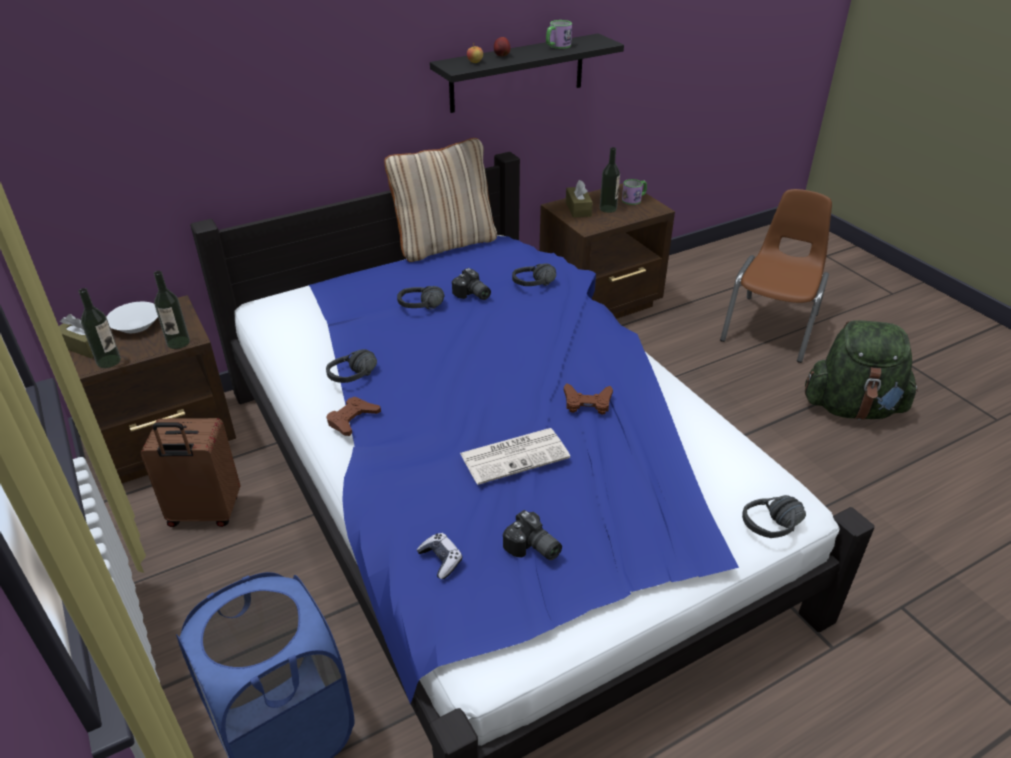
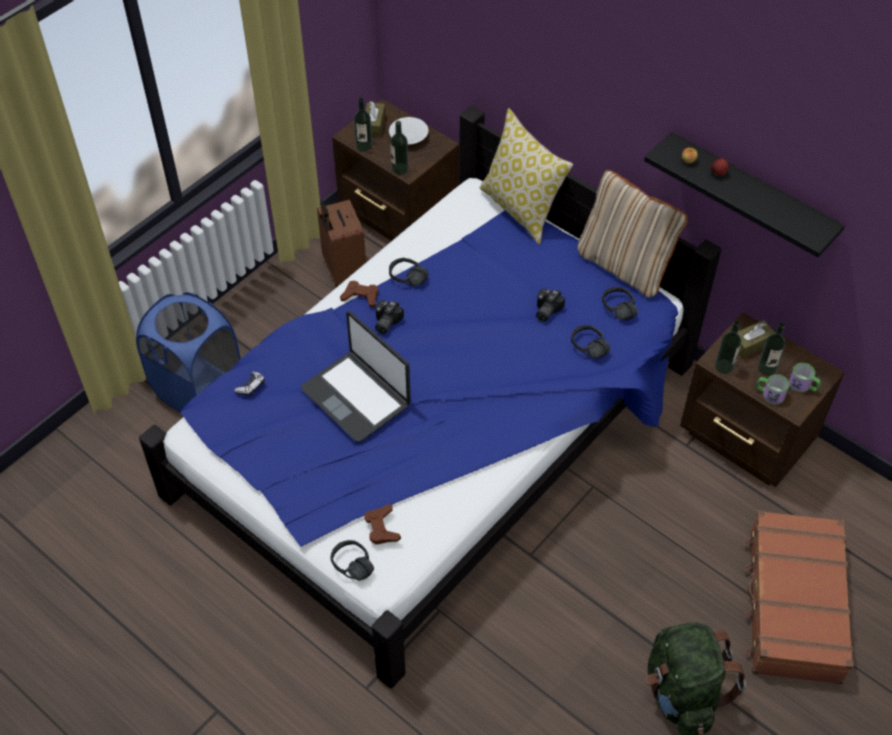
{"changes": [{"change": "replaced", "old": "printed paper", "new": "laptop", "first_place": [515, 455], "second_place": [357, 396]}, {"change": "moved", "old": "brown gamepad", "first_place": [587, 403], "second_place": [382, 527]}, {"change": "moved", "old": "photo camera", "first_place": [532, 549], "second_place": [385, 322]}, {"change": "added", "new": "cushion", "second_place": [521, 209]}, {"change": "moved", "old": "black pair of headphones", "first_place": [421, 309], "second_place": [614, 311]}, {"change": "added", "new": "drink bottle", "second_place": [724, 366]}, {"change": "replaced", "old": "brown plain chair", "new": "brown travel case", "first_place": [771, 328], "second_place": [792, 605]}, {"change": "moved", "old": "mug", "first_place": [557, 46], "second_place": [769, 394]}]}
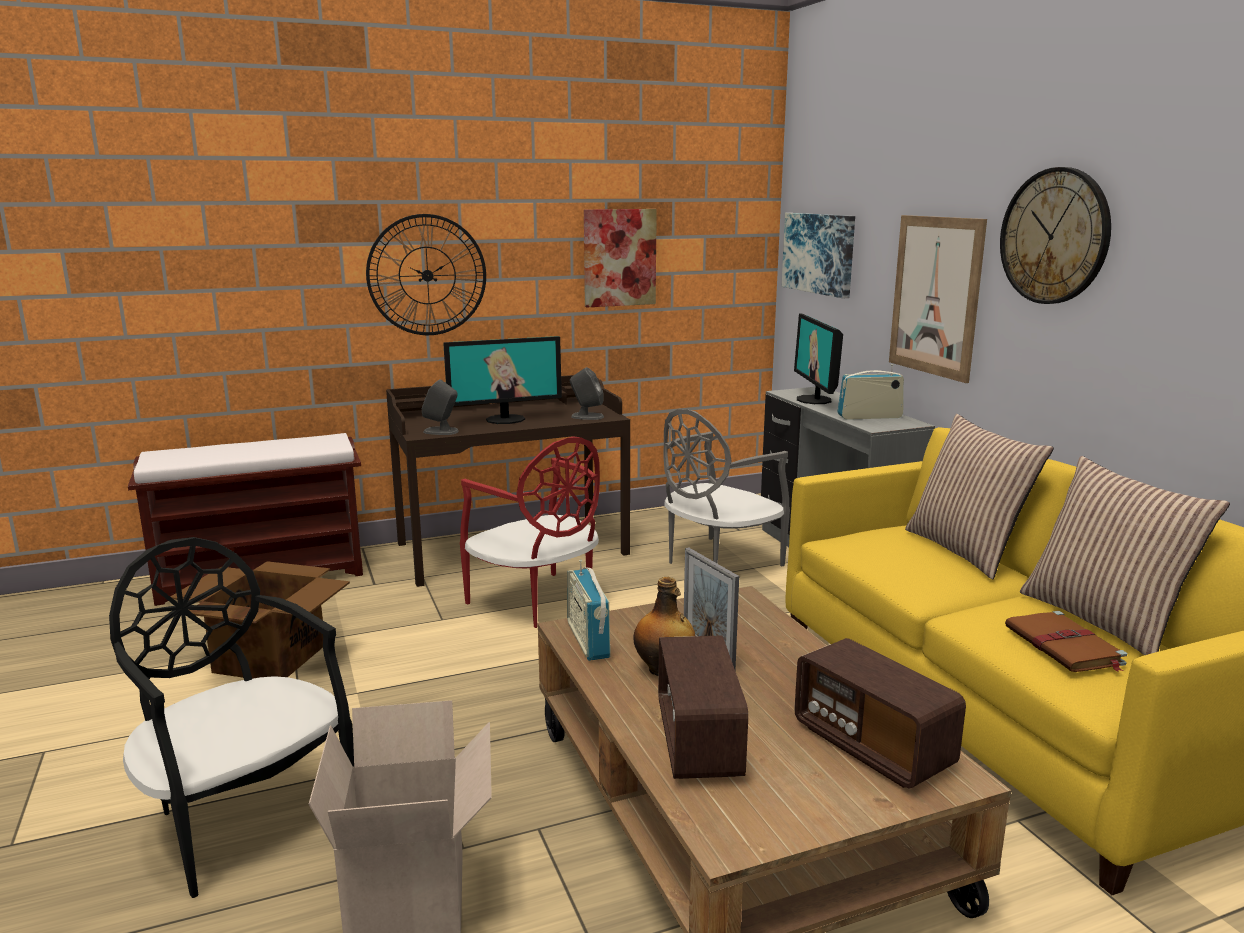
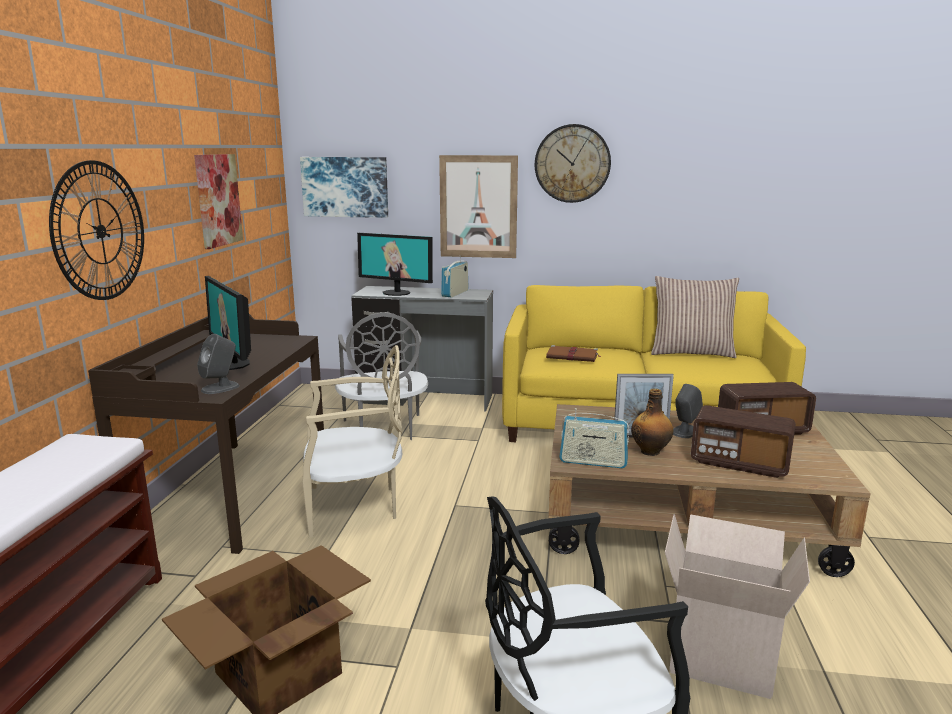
{"changes": [{"change": "turned", "old": "computer display", "first_place": [505, 419], "second_place": [232, 364], "degrees": 135}, {"change": "recoloured", "old": "red-coloured plain chair", "new": "beige plain chair", "first_place": [537, 603], "second_place": [354, 507]}, {"change": "moved", "old": "brown volume", "first_place": [1065, 646], "second_place": [573, 356]}, {"change": "moved", "old": "gray audio speaker", "first_place": [587, 416], "second_place": [685, 432]}, {"change": "removed", "old": "cushion", "first_place": [966, 550]}]}
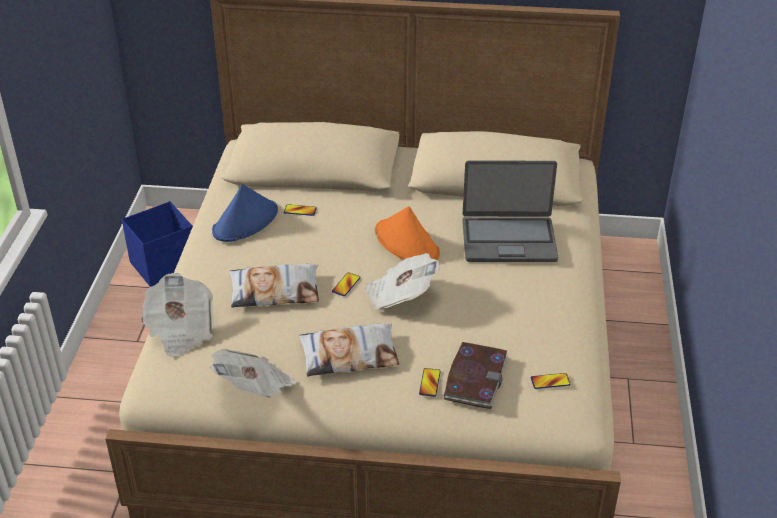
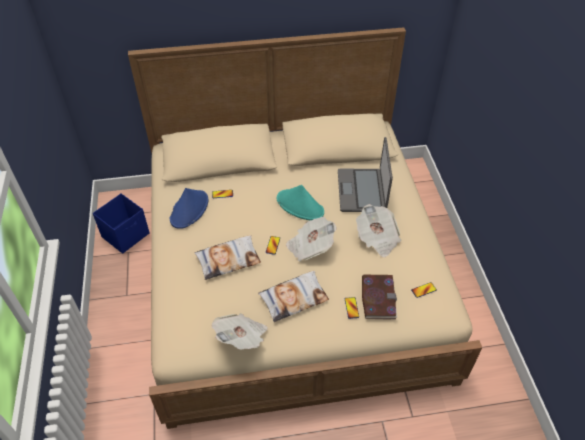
{"changes": [{"change": "recoloured", "old": "orange wearable hat", "new": "turquoise-coloured wearable hat", "first_place": [407, 243], "second_place": [300, 206]}, {"change": "turned", "old": "laptop", "first_place": [508, 240], "second_place": [362, 191], "degrees": 105}, {"change": "moved", "old": "printed paper", "first_place": [180, 330], "second_place": [377, 238]}]}
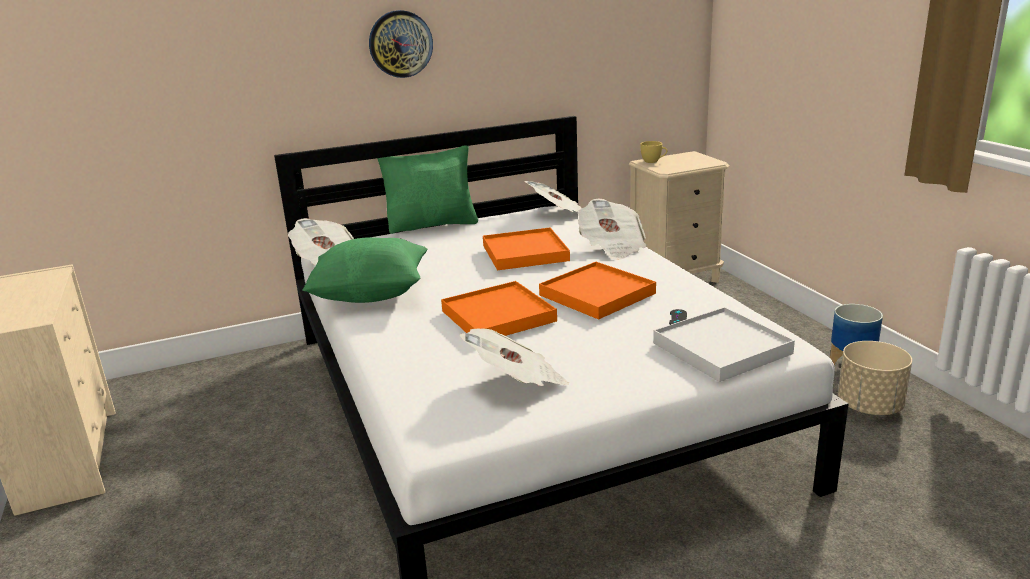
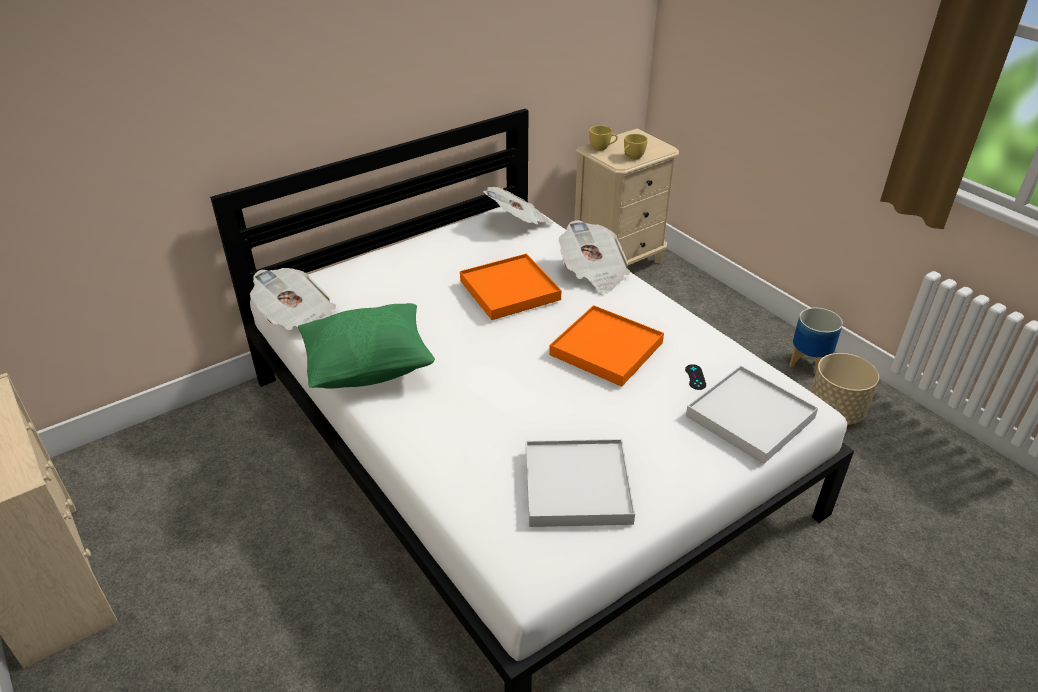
{"changes": [{"change": "replaced", "old": "printed paper", "new": "whitish carrying tray", "first_place": [517, 382], "second_place": [577, 486]}, {"change": "added", "new": "yellow small cup", "second_place": [632, 157]}, {"change": "removed", "old": "wall clock", "first_place": [400, 44]}, {"change": "removed", "old": "greenish cushion", "first_place": [433, 225]}, {"change": "removed", "old": "orange carrying tray", "first_place": [498, 316]}]}
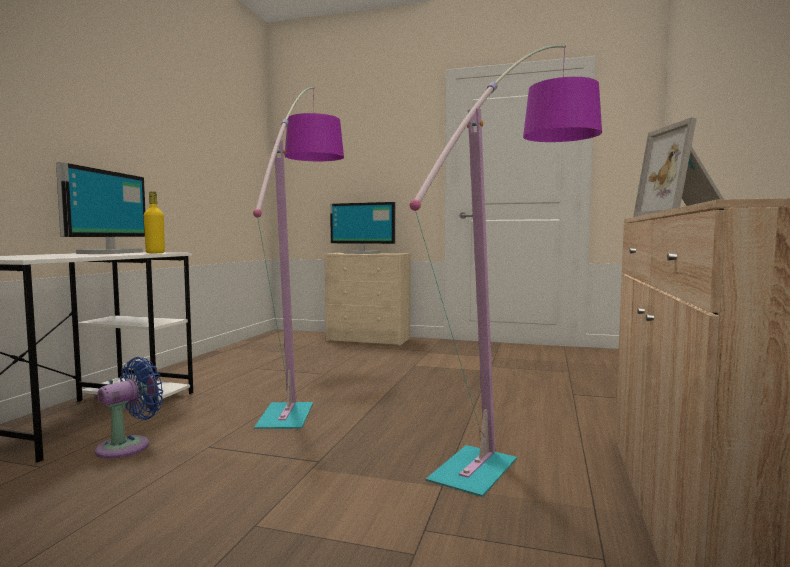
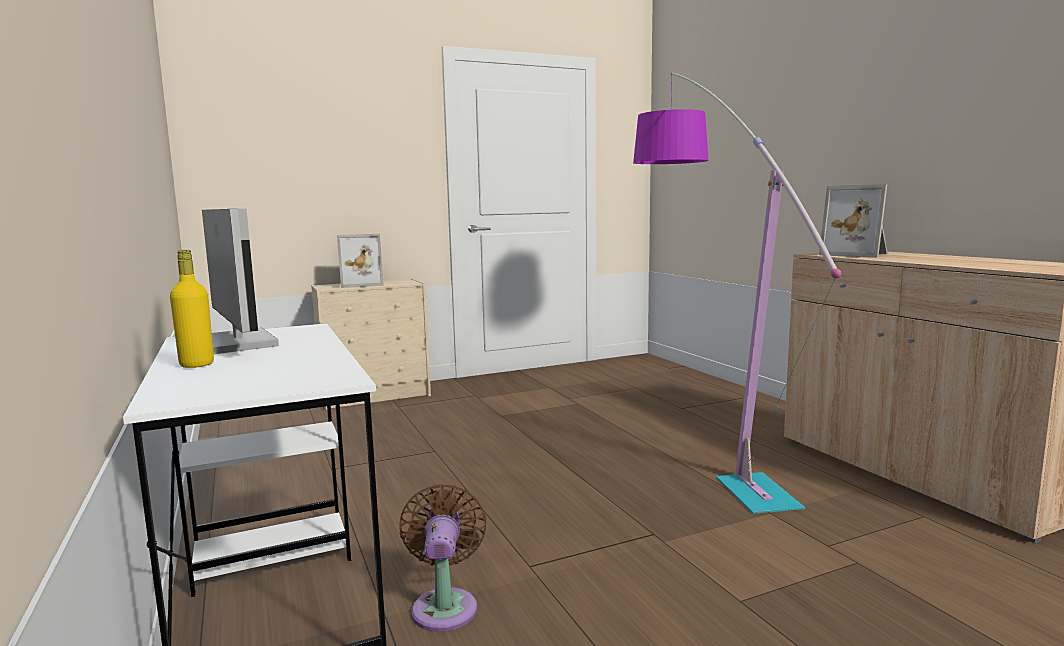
{"changes": [{"change": "moved", "old": "yellow drink bottle", "first_place": [155, 253], "second_place": [197, 364]}, {"change": "replaced", "old": "computer display", "new": "photo frame", "first_place": [362, 253], "second_place": [361, 284]}, {"change": "recoloured", "old": "blue electric fan", "new": "brown electric fan", "first_place": [129, 446], "second_place": [445, 605]}, {"change": "removed", "old": "standing lamp", "first_place": [306, 379]}]}
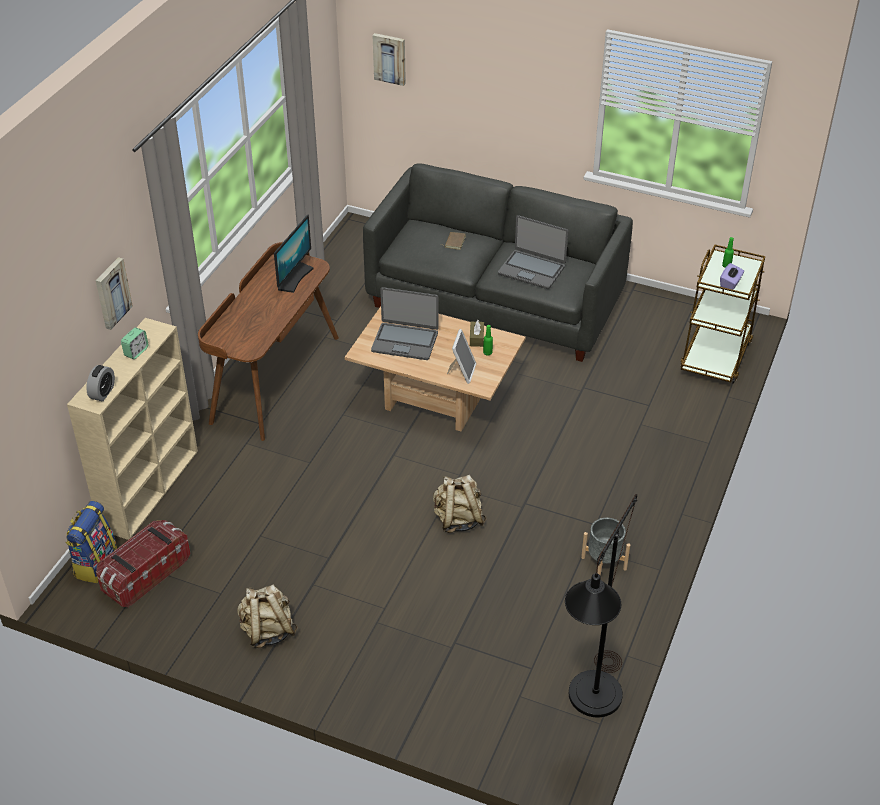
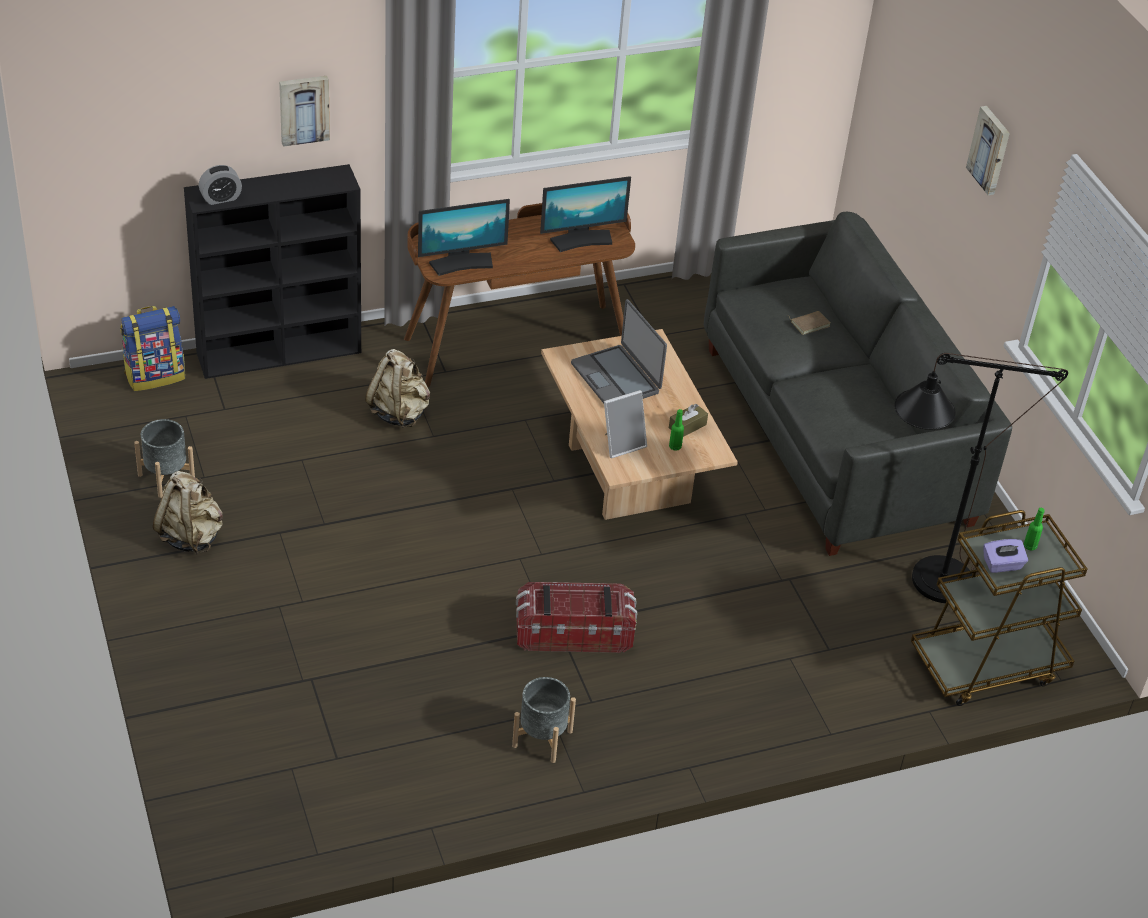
{"changes": [{"change": "added", "new": "gray planter", "second_place": [166, 478]}, {"change": "recoloured", "old": "beige shelving unit", "new": "black shelving unit", "first_place": [150, 488], "second_place": [280, 352]}, {"change": "moved", "old": "beige rucksack", "first_place": [458, 519], "second_place": [399, 412]}, {"change": "added", "new": "computer display", "second_place": [462, 263]}, {"change": "moved", "old": "storage container", "first_place": [145, 575], "second_place": [573, 633]}, {"change": "moved", "old": "black standing lamp", "first_place": [590, 707], "second_place": [925, 584]}, {"change": "moved", "old": "wall art", "first_place": [390, 58], "second_place": [990, 150]}, {"change": "removed", "old": "bedside clock", "first_place": [136, 352]}, {"change": "removed", "old": "laptop", "first_place": [532, 270]}]}
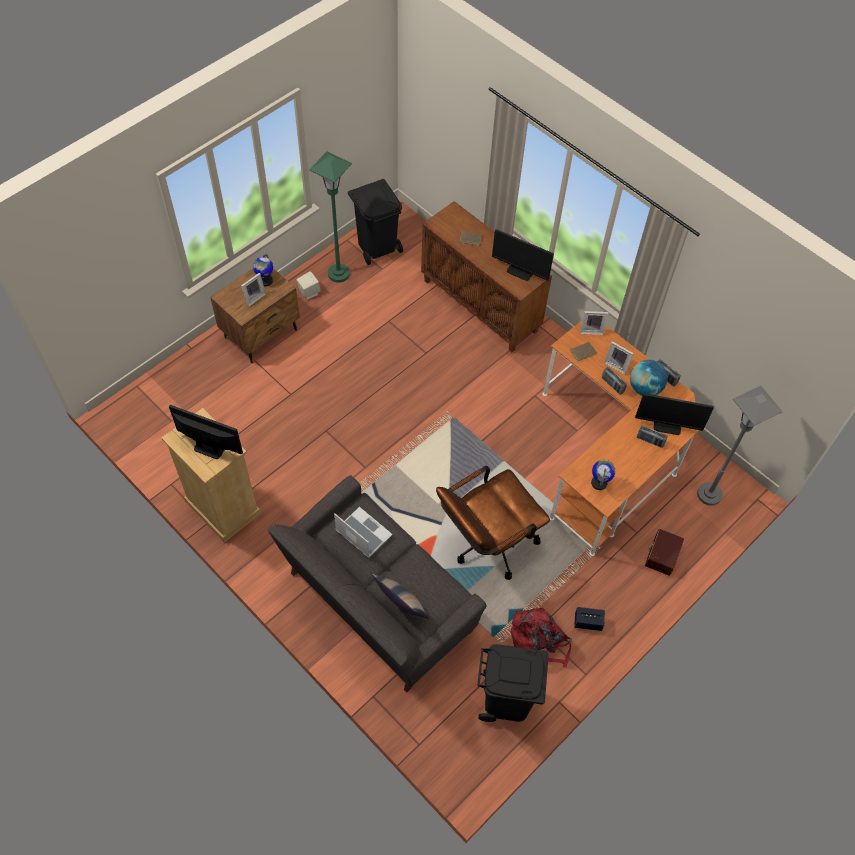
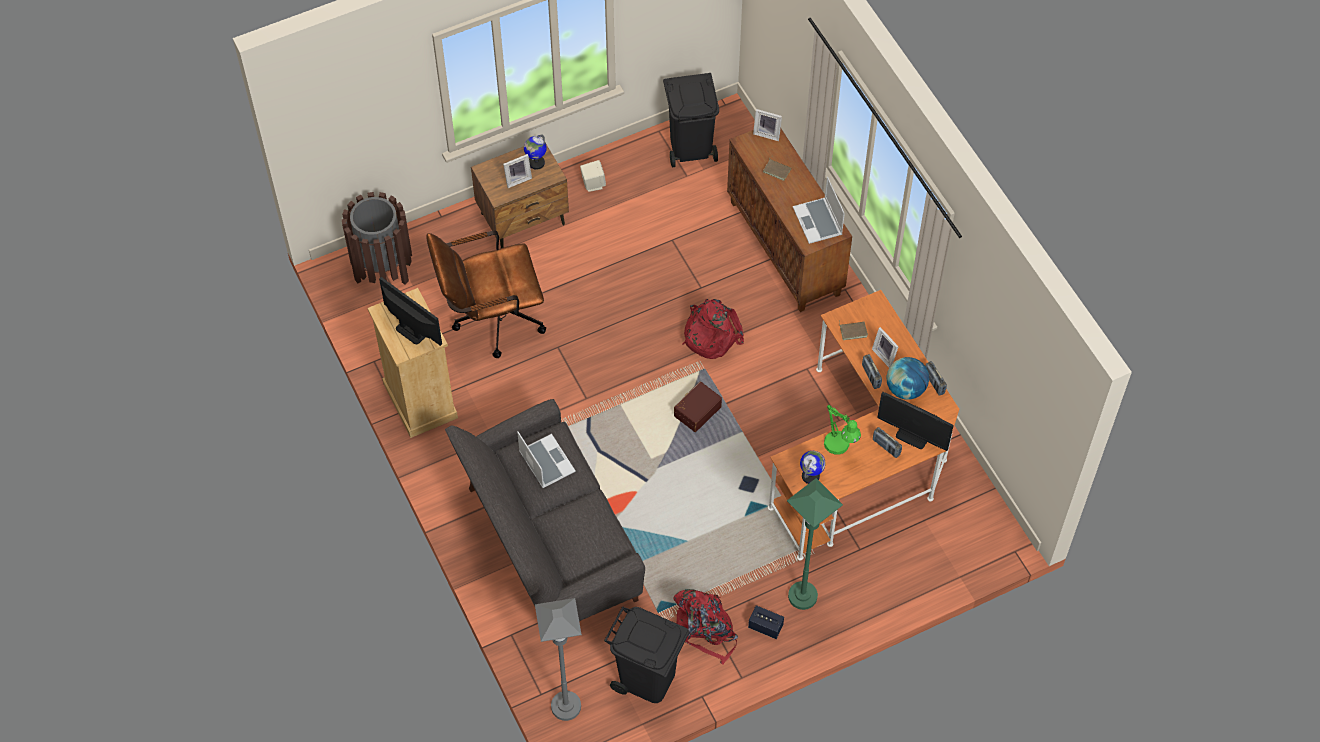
{"changes": [{"change": "added", "new": "brown waste bin", "second_place": [383, 268]}, {"change": "moved", "old": "brown office chair", "first_place": [487, 544], "second_place": [491, 319]}, {"change": "moved", "old": "gray standing lamp", "first_place": [709, 494], "second_place": [566, 706]}, {"change": "moved", "old": "brown storage container", "first_place": [661, 555], "second_place": [696, 411]}, {"change": "added", "new": "red-coloured rucksack", "second_place": [710, 334]}, {"change": "moved", "old": "photo frame", "first_place": [591, 330], "second_place": [767, 133]}, {"change": "moved", "old": "greenish standing lamp", "first_place": [338, 274], "second_place": [802, 596]}, {"change": "replaced", "old": "computer display", "new": "laptop", "first_place": [520, 271], "second_place": [818, 222]}, {"change": "added", "new": "greenish table lamp", "second_place": [839, 447]}, {"change": "removed", "old": "cushion", "first_place": [401, 606]}]}
